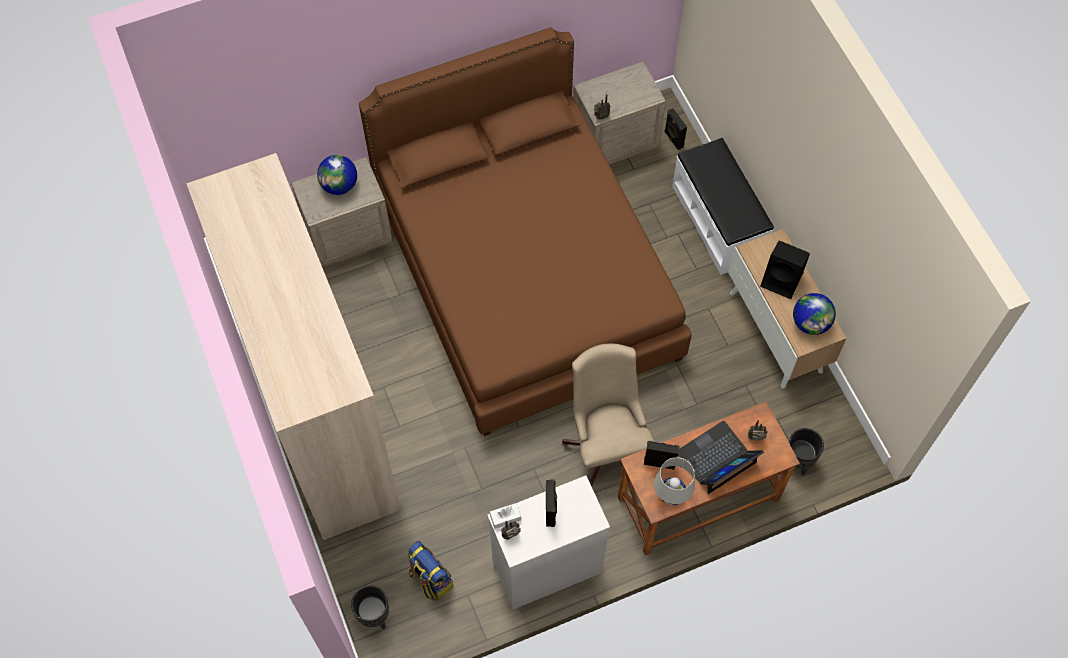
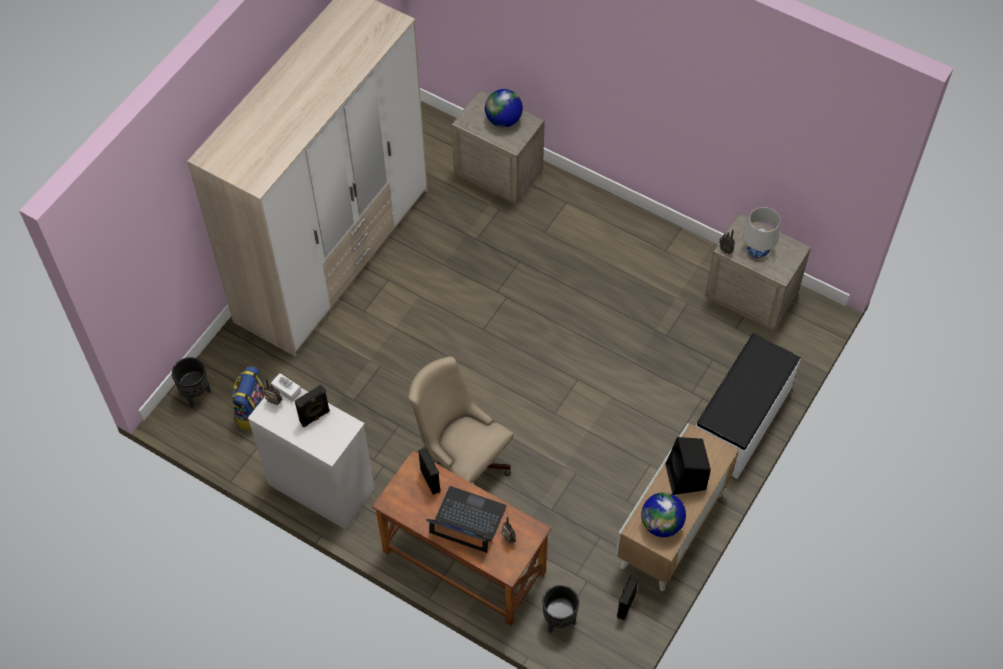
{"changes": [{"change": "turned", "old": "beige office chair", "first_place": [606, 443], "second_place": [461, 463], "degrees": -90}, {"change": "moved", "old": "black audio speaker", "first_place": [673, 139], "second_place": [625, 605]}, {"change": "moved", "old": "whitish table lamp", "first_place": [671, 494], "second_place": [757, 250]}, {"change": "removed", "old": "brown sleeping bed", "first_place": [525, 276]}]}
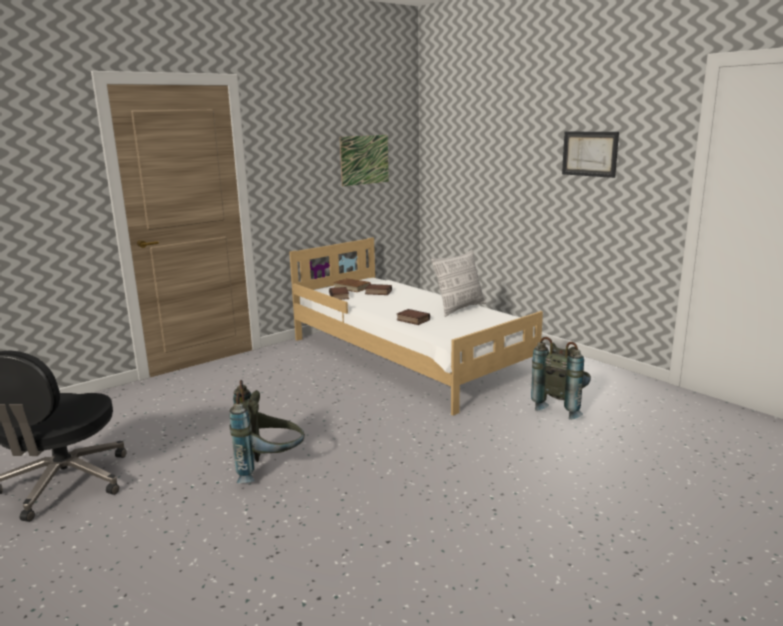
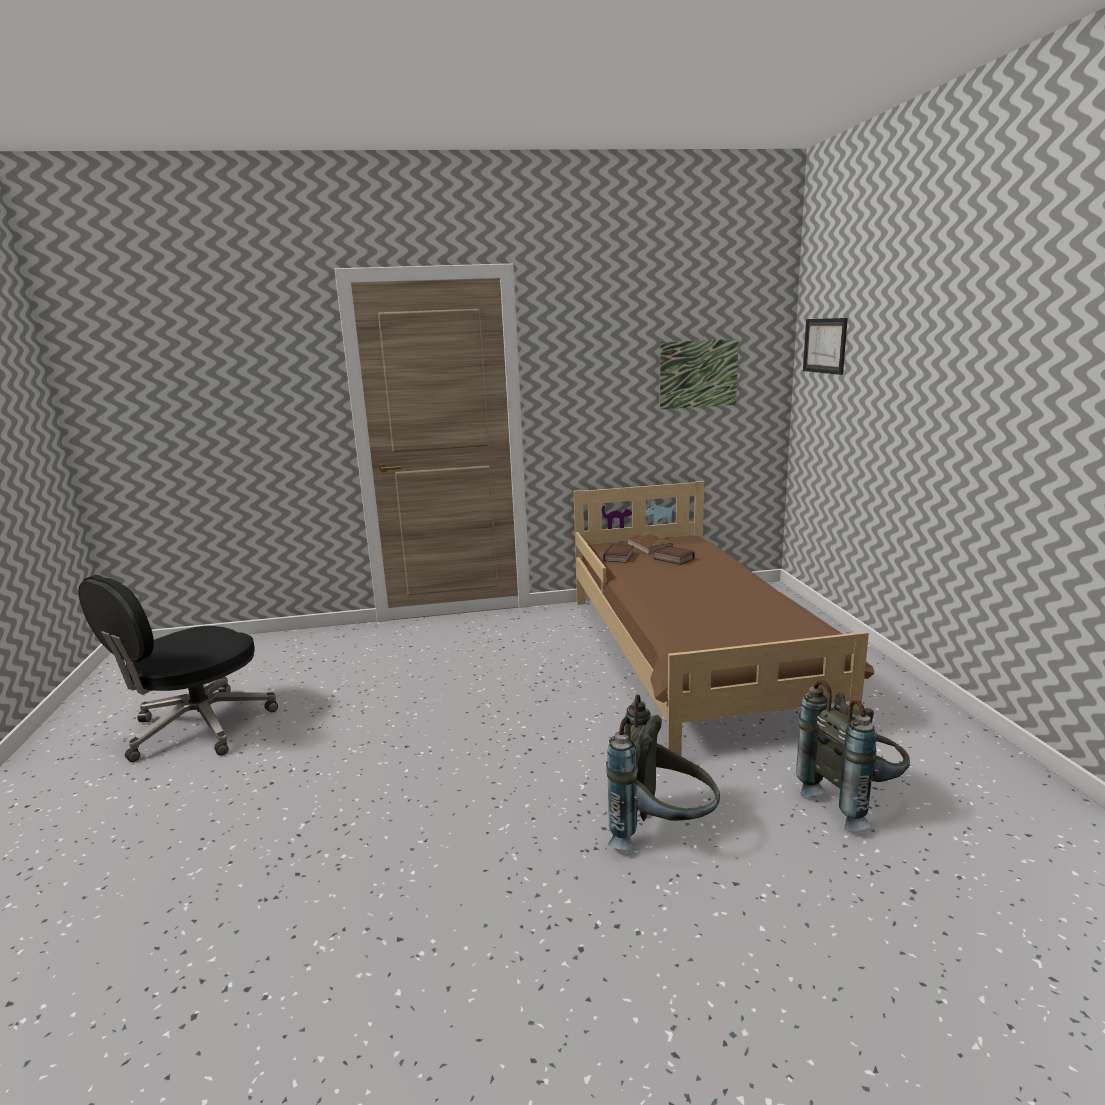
{"changes": [{"change": "recoloured", "old": "whitish sleeping bed", "new": "brown sleeping bed", "first_place": [408, 357], "second_place": [690, 658]}, {"change": "moved", "old": "gray rucksack", "first_place": [269, 469], "second_place": [662, 833]}, {"change": "moved", "old": "wall art", "first_place": [589, 153], "second_place": [825, 345]}, {"change": "removed", "old": "volume", "first_place": [412, 320]}, {"change": "removed", "old": "cushion", "first_place": [459, 308]}]}
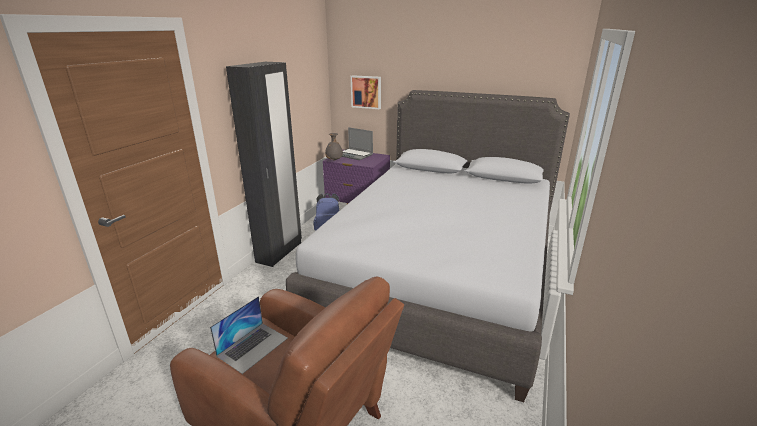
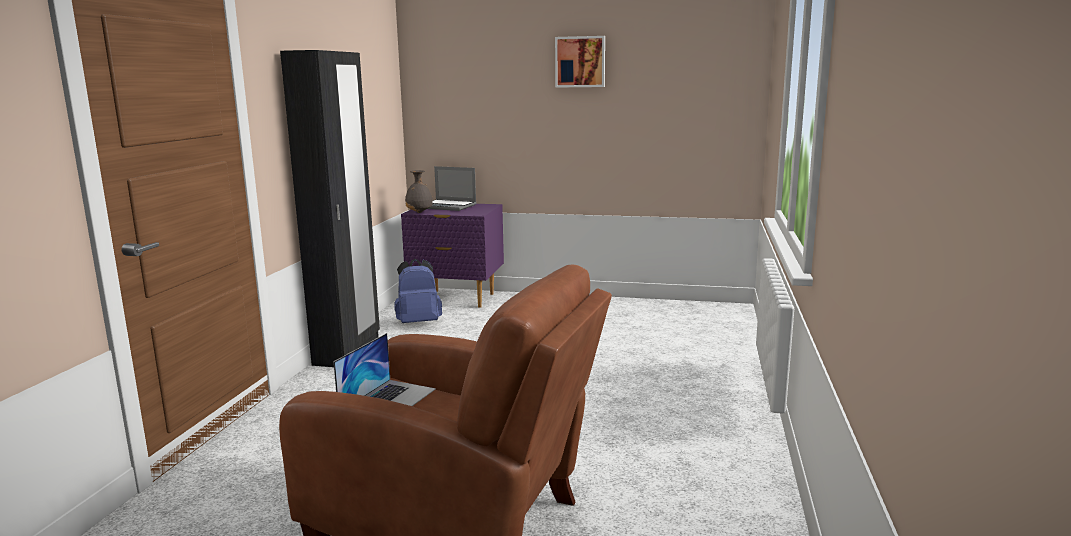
{"changes": [{"change": "moved", "old": "wall art", "first_place": [366, 92], "second_place": [580, 62]}, {"change": "removed", "old": "gray sleeping bed", "first_place": [440, 274]}]}
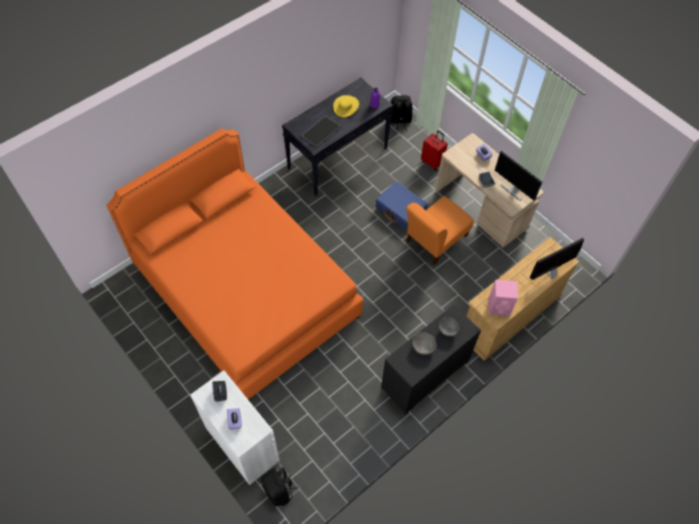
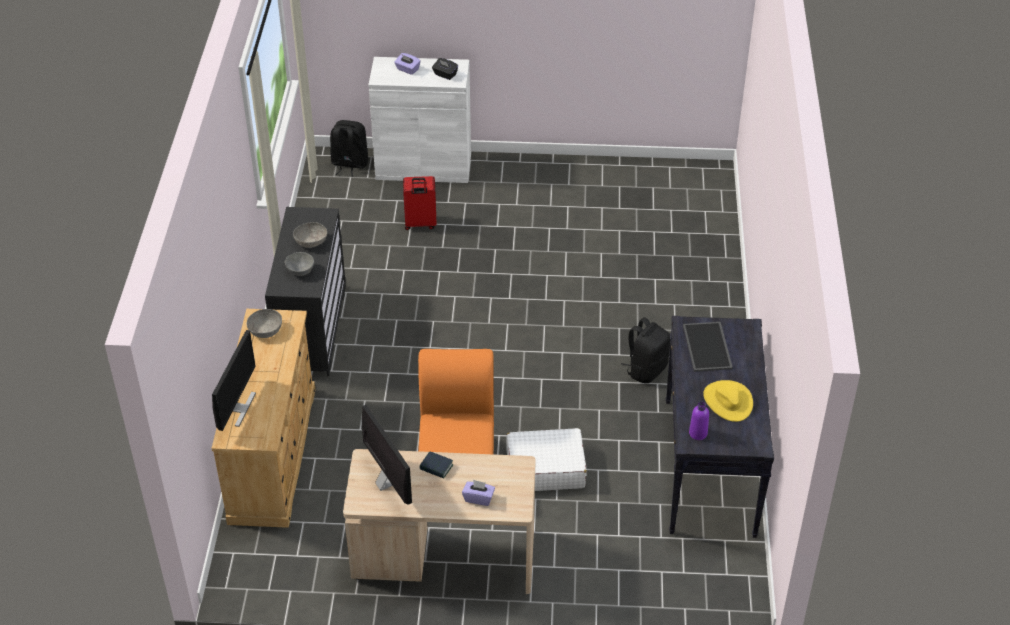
{"changes": [{"change": "replaced", "old": "pinkish audio speaker", "new": "gray deep dish", "first_place": [499, 307], "second_place": [265, 330]}, {"change": "turned", "old": "computer display", "first_place": [513, 189], "second_place": [387, 483], "degrees": 60}, {"change": "moved", "old": "red-coloured travel case", "first_place": [432, 162], "second_place": [420, 224]}, {"change": "recoloured", "old": "blue travel case", "new": "whitish travel case", "first_place": [400, 210], "second_place": [545, 468]}, {"change": "moved", "old": "black rucksack", "first_place": [399, 121], "second_place": [646, 369]}, {"change": "removed", "old": "orange sleeping bed", "first_place": [245, 291]}]}
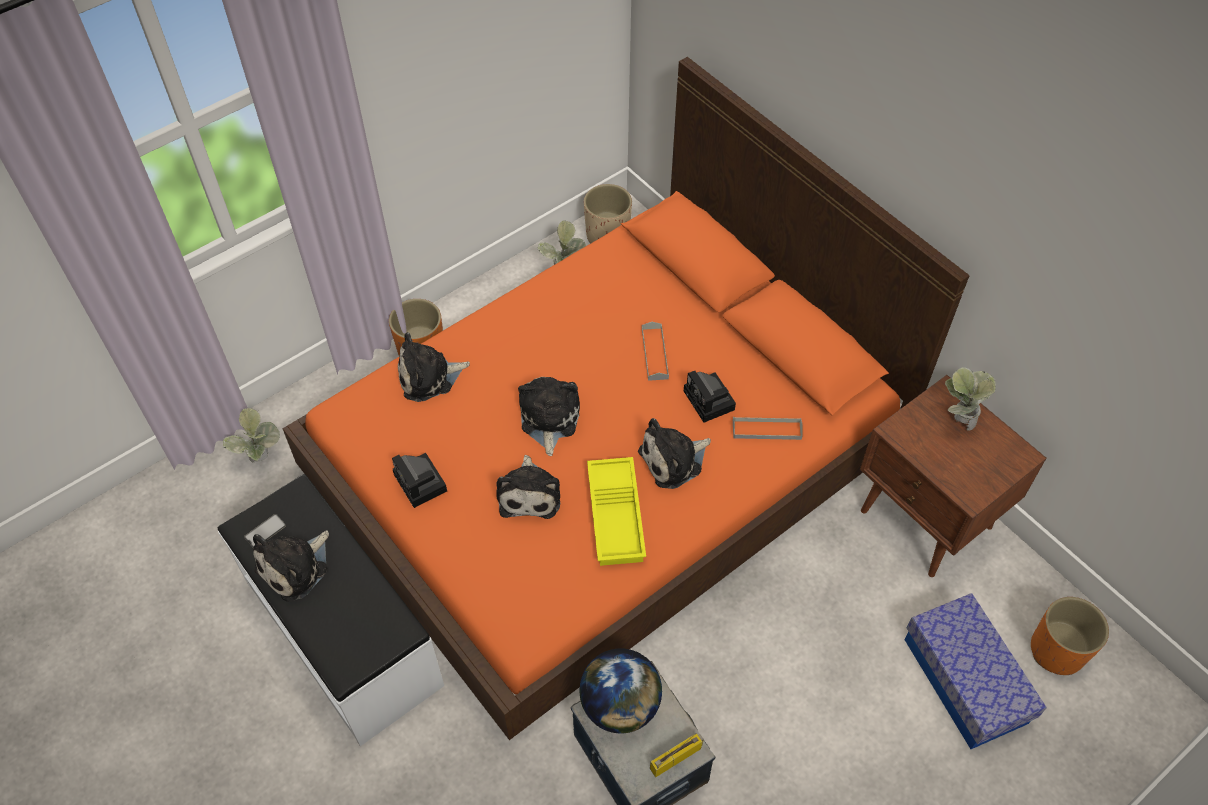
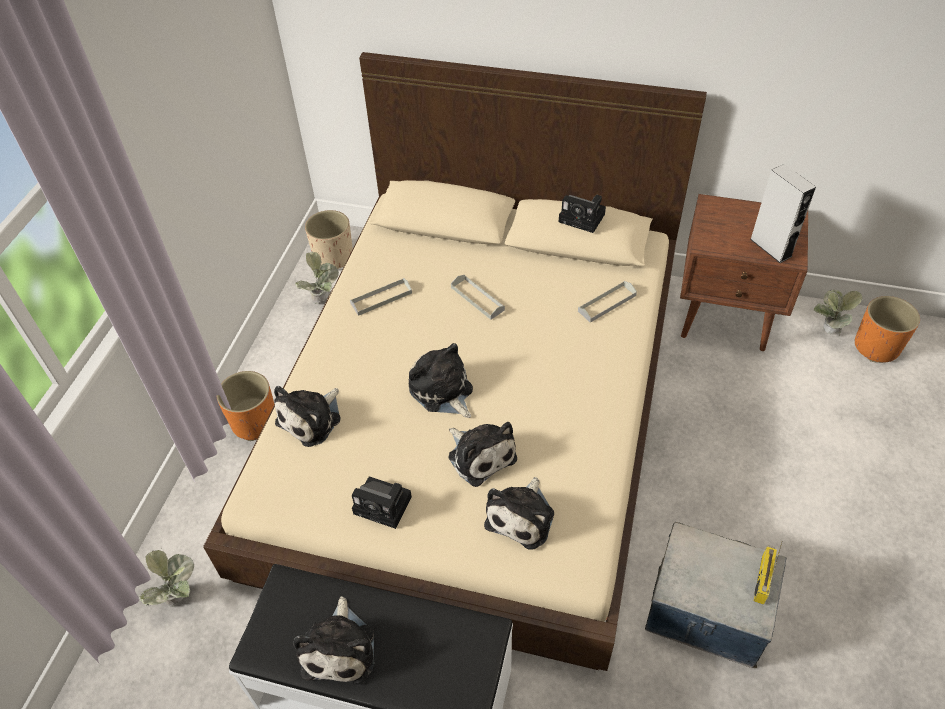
{"changes": [{"change": "recoloured", "old": "orange sleeping bed", "new": "beige sleeping bed", "first_place": [606, 456], "second_place": [476, 410]}, {"change": "added", "new": "gray carrying tray", "second_place": [381, 298]}, {"change": "moved", "old": "plush toy", "first_place": [674, 460], "second_place": [522, 516]}, {"change": "moved", "old": "photo camera", "first_place": [710, 402], "second_place": [583, 218]}, {"change": "added", "new": "gray audio speaker", "second_place": [770, 247]}, {"change": "moved", "old": "plant in a pot", "first_place": [958, 419], "second_place": [826, 332]}, {"change": "removed", "old": "phone", "first_place": [265, 531]}, {"change": "removed", "old": "globe", "first_place": [620, 706]}, {"change": "removed", "old": "yellow carrying tray", "first_place": [617, 516]}, {"change": "removed", "old": "storage container", "first_place": [965, 681]}]}
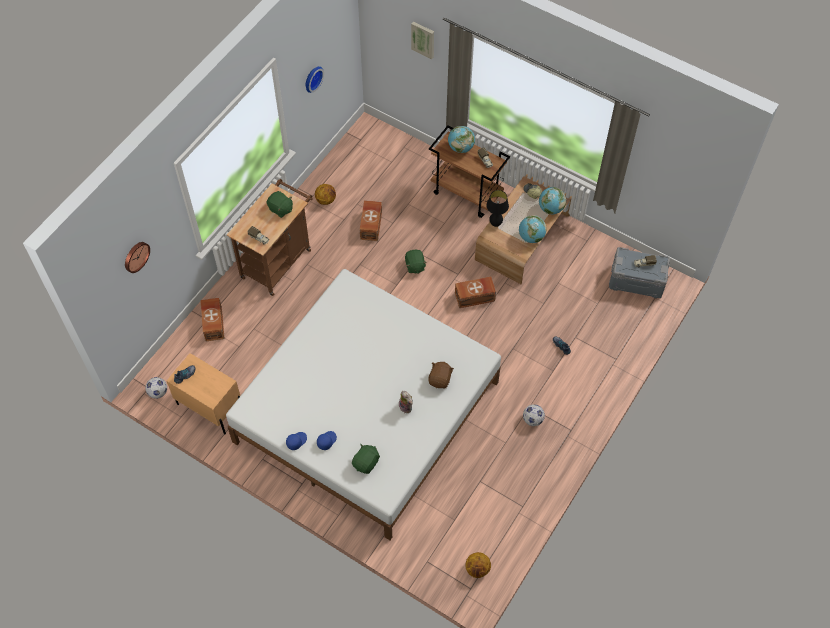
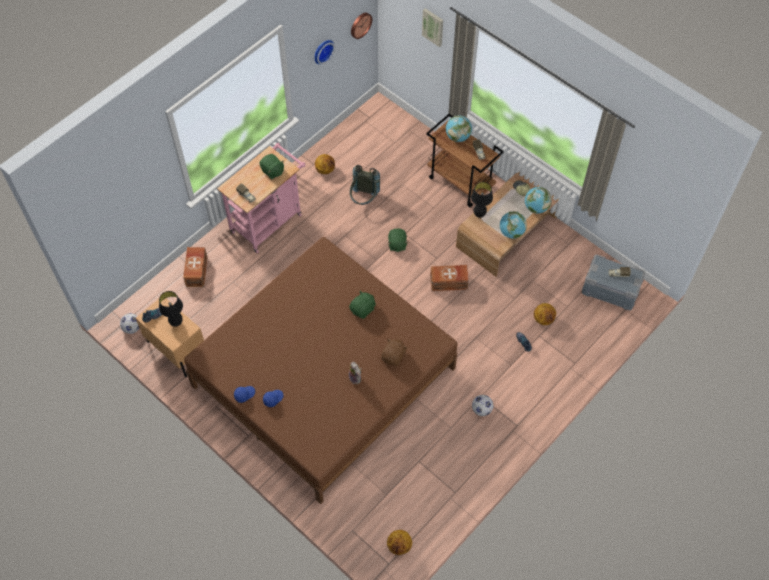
{"changes": [{"change": "added", "new": "black table lamp", "second_place": [176, 323]}, {"change": "recoloured", "old": "whitish sleeping bed", "new": "brown sleeping bed", "first_place": [367, 411], "second_place": [323, 376]}, {"change": "recoloured", "old": "brown wheeled cart", "new": "pinkish wheeled cart", "first_place": [278, 260], "second_place": [269, 220]}, {"change": "moved", "old": "greenish plush toy", "first_place": [366, 463], "second_place": [363, 309]}, {"change": "replaced", "old": "brown storage container", "new": "gray rucksack", "first_place": [371, 225], "second_place": [364, 200]}, {"change": "moved", "old": "wall clock", "first_place": [136, 256], "second_place": [360, 25]}, {"change": "added", "new": "basketball", "second_place": [543, 319]}]}
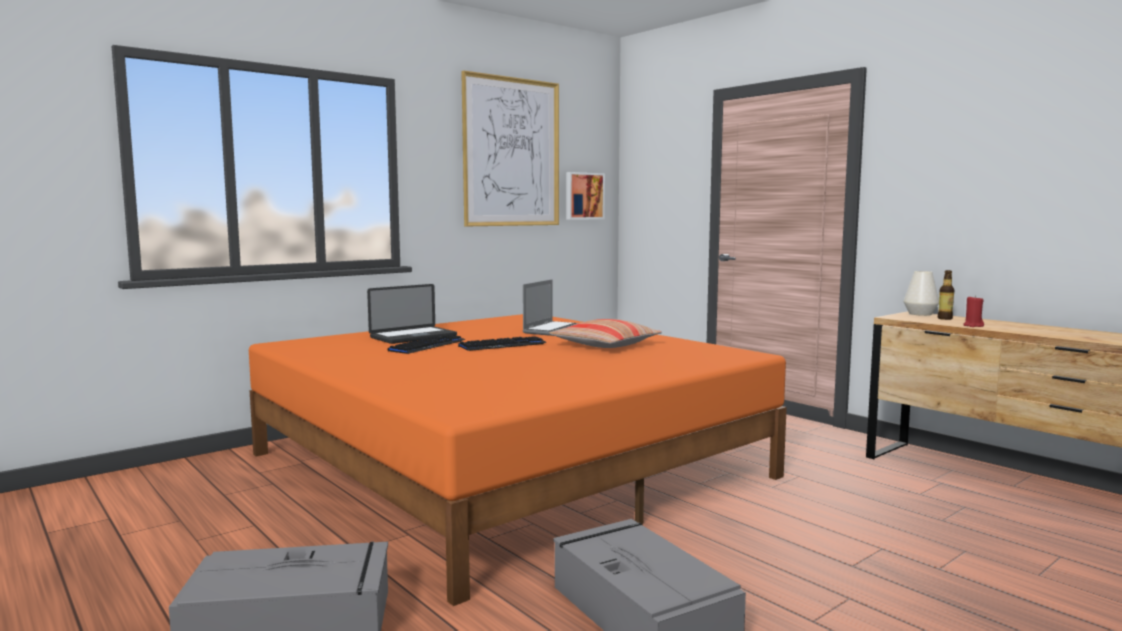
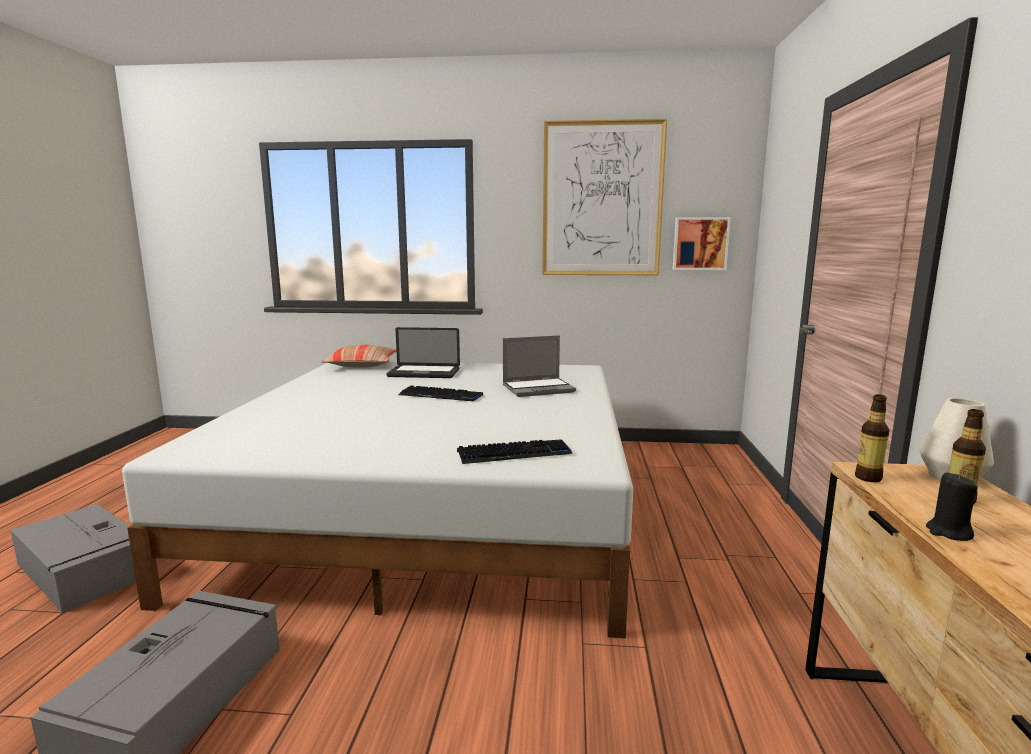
{"changes": [{"change": "recoloured", "old": "orange sleeping bed", "new": "whitish sleeping bed", "first_place": [508, 465], "second_place": [434, 507]}, {"change": "moved", "old": "cushion", "first_place": [605, 345], "second_place": [362, 365]}, {"change": "moved", "old": "computer keyboard", "first_place": [427, 346], "second_place": [514, 453]}, {"change": "added", "new": "drink bottle", "second_place": [868, 478]}, {"change": "recoloured", "old": "red-coloured wax candle", "new": "black wax candle", "first_place": [973, 326], "second_place": [948, 532]}]}
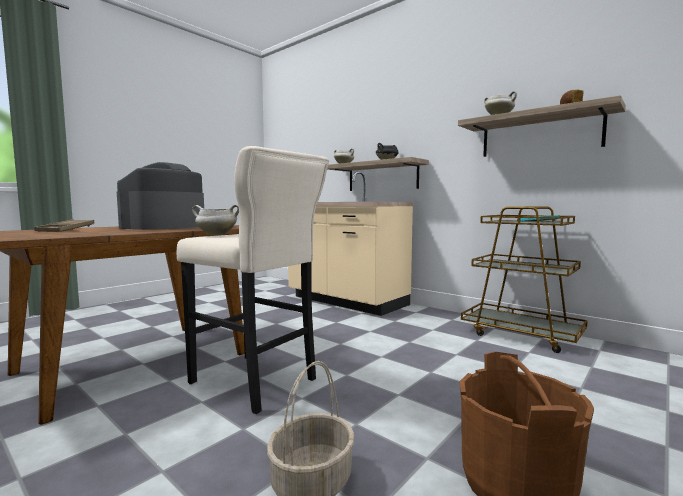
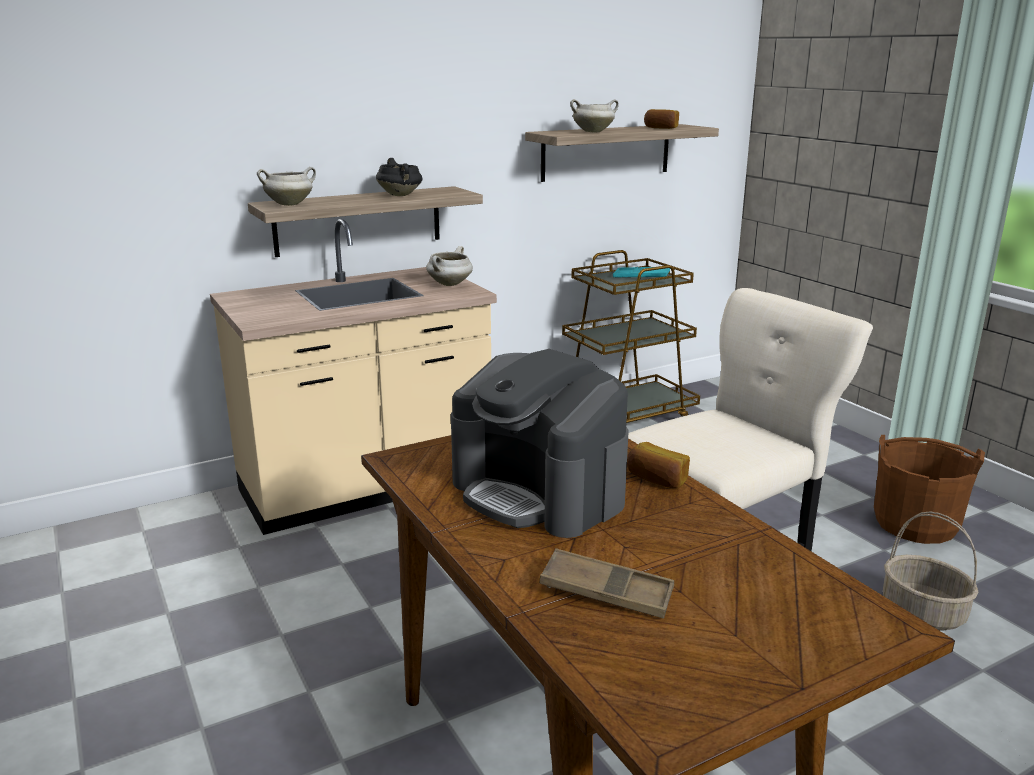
{"changes": [{"change": "moved", "old": "whitish cooking pot", "first_place": [216, 235], "second_place": [450, 284]}, {"change": "added", "new": "baked bread", "second_place": [656, 479]}]}
